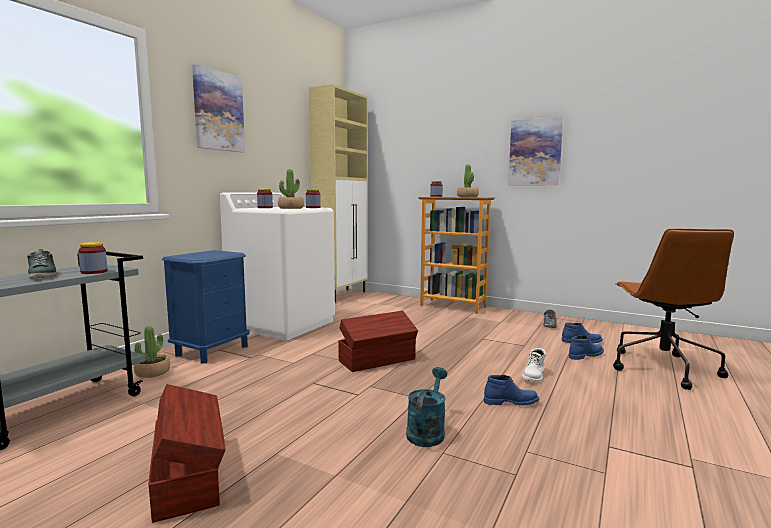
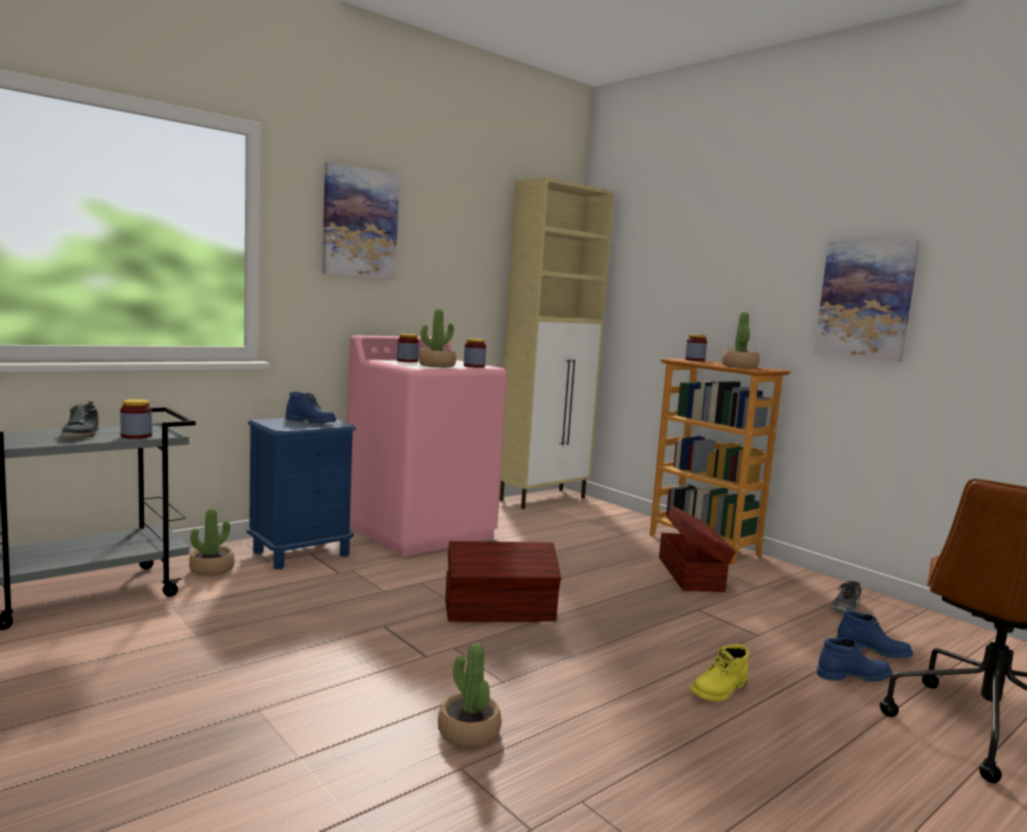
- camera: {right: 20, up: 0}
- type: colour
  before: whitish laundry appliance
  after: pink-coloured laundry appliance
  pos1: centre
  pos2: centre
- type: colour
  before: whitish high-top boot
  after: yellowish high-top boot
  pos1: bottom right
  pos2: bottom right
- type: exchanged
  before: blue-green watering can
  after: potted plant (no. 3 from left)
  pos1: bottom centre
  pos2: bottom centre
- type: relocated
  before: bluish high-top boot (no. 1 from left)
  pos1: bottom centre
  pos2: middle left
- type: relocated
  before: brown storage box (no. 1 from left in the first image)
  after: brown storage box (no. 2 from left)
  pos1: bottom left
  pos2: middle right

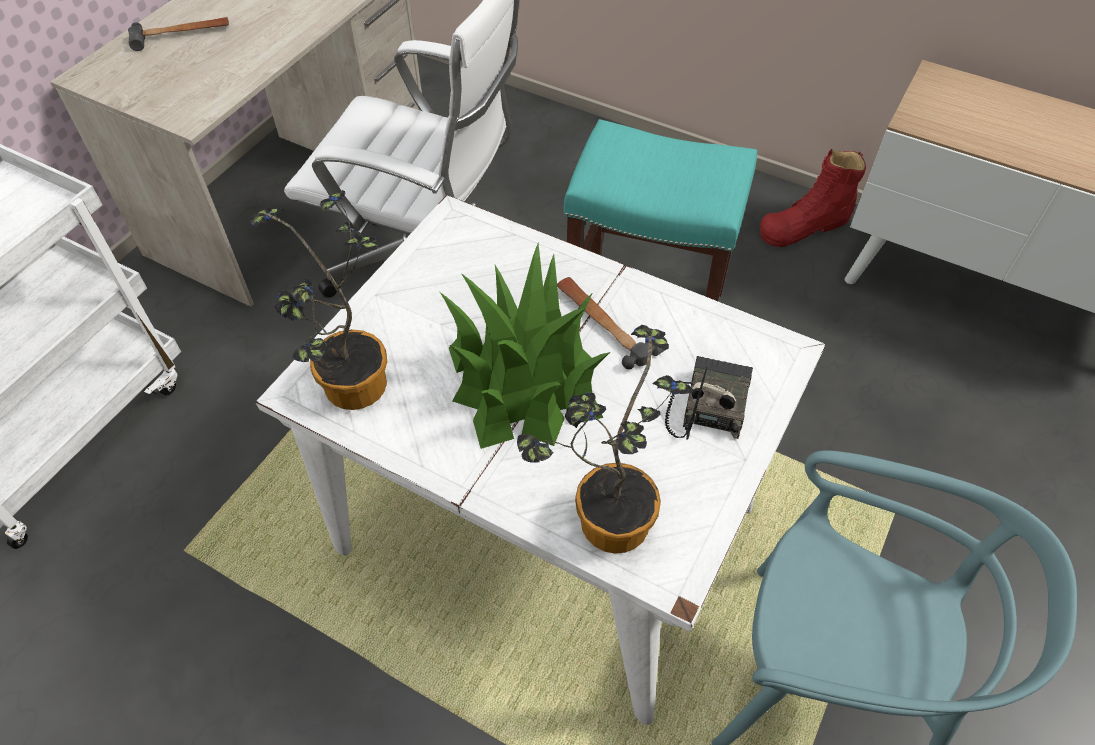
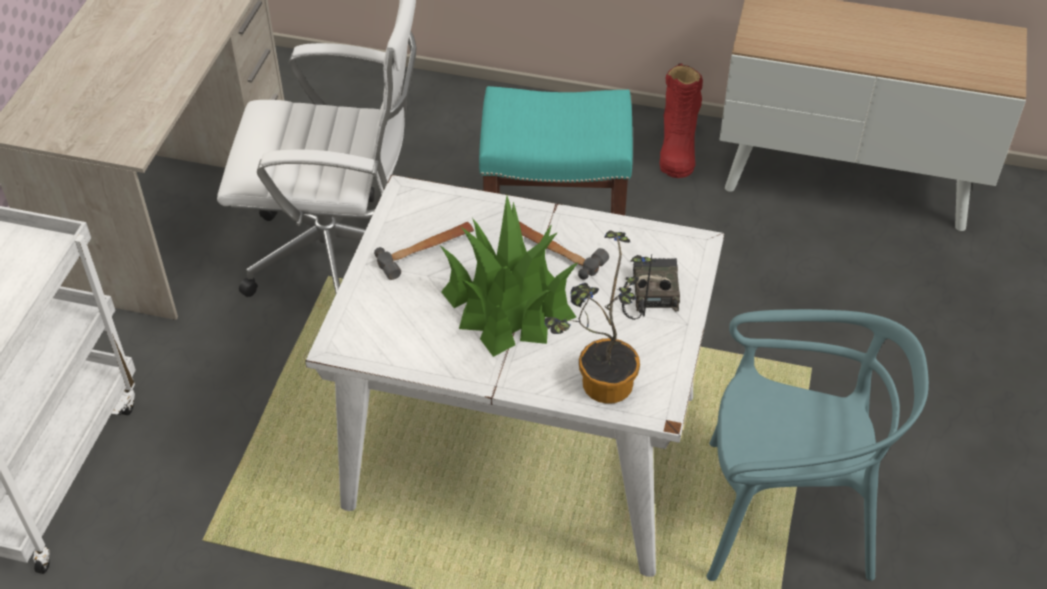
- camera: {right: -15, up: -5}
- type: relocated
  before: tool hammer (no. 1 from left)
  pos1: top left
  pos2: centre
- type: spun
  before: reddish high-top boot
  pos1: top right
  pos2: top centre
  turn: -45
- type: missing
  before: potted plant (no. 1 from left)
  pos1: middle left

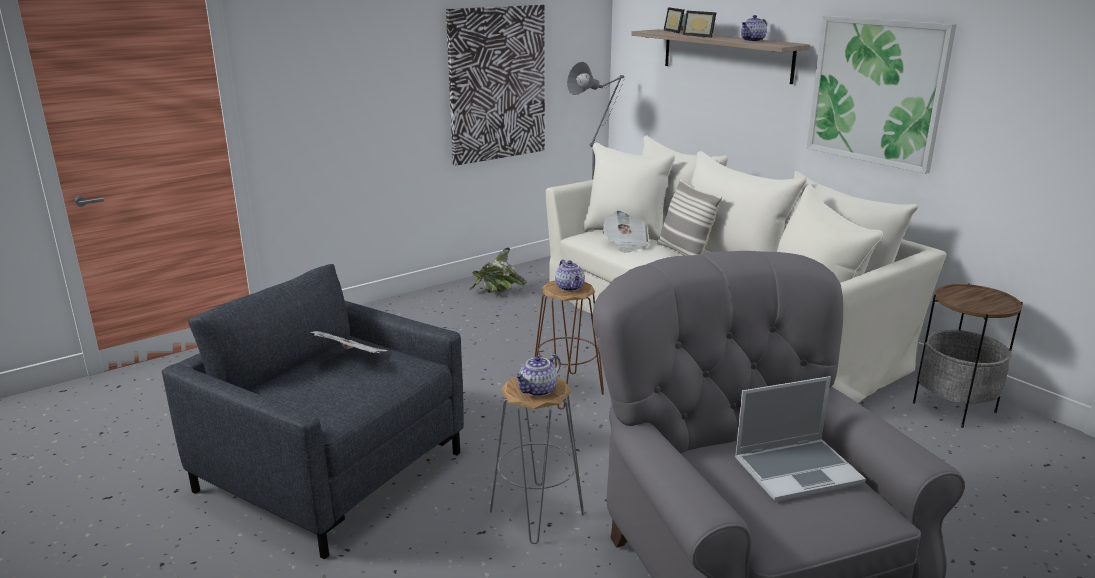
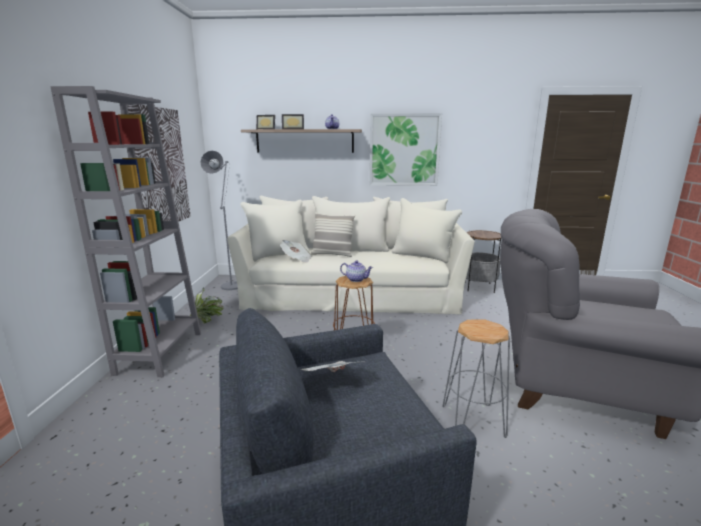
- camera: {right: -50, up: -5}
- type: missing
  before: pot for tea (no. 1 from left)
  pos1: centre
- type: missing
  before: portable computer
  pos1: bottom right
- type: appeared
  after: greyish bookcase
  pos2: middle left

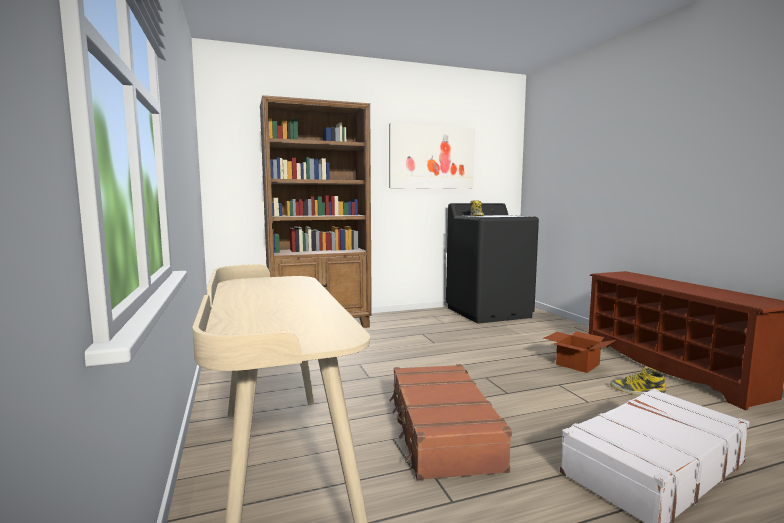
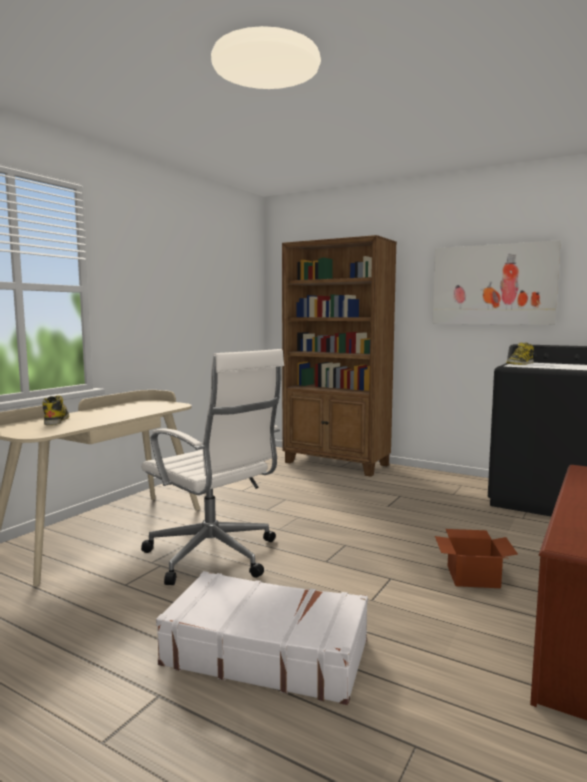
- camera: {right: 50, up: 0}
- type: exchanged
  before: brown travel case
  after: whitish desk chair
  pos1: bottom centre
  pos2: centre
- type: relocated
  before: high-top boot (no. 2 from left in the first image)
  after: high-top boot (no. 1 from left)
  pos1: bottom right
  pos2: middle left

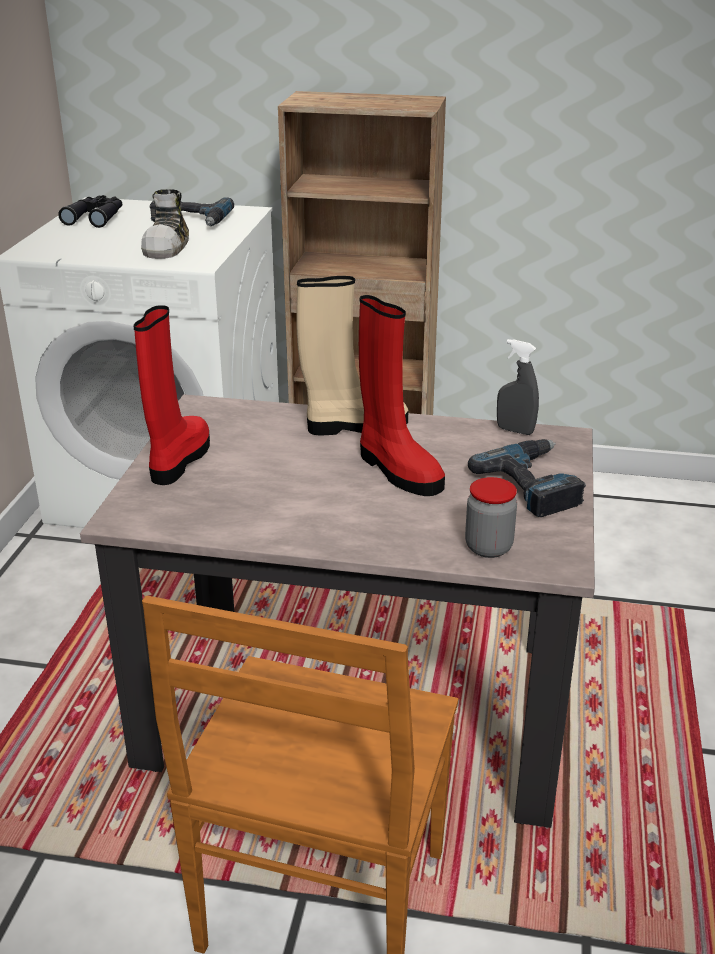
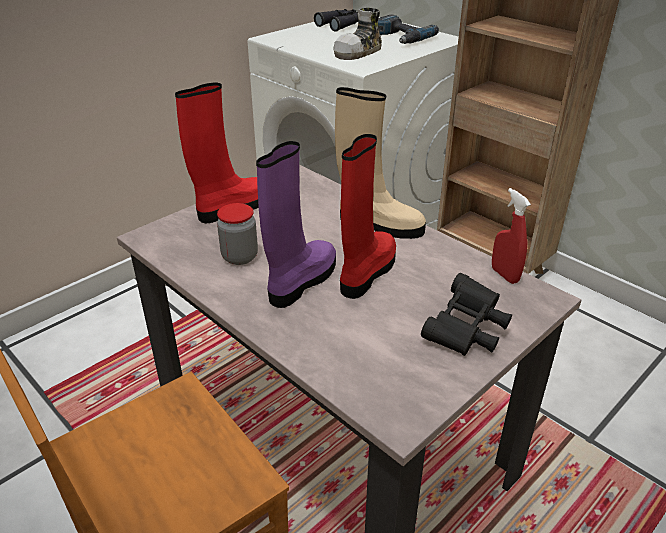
- camera: {right: 35, up: 5}
- type: spun
  before: reddish high-top boot (no. 2 from left)
  pos1: centre
  pos2: centre
  turn: -150
- type: colour
  before: greyish spray bottle
  after: reddish spray bottle
  pos1: middle right
  pos2: middle right
- type: exchanged
  before: electric drill (no. 2 from left)
  after: black pair of binoculars (no. 2 from left)
  pos1: middle right
  pos2: middle right
- type: relocated
  before: storage jar
  pos1: middle right
  pos2: centre
- type: appeared
  after: purplish high-top boot
  pos2: centre

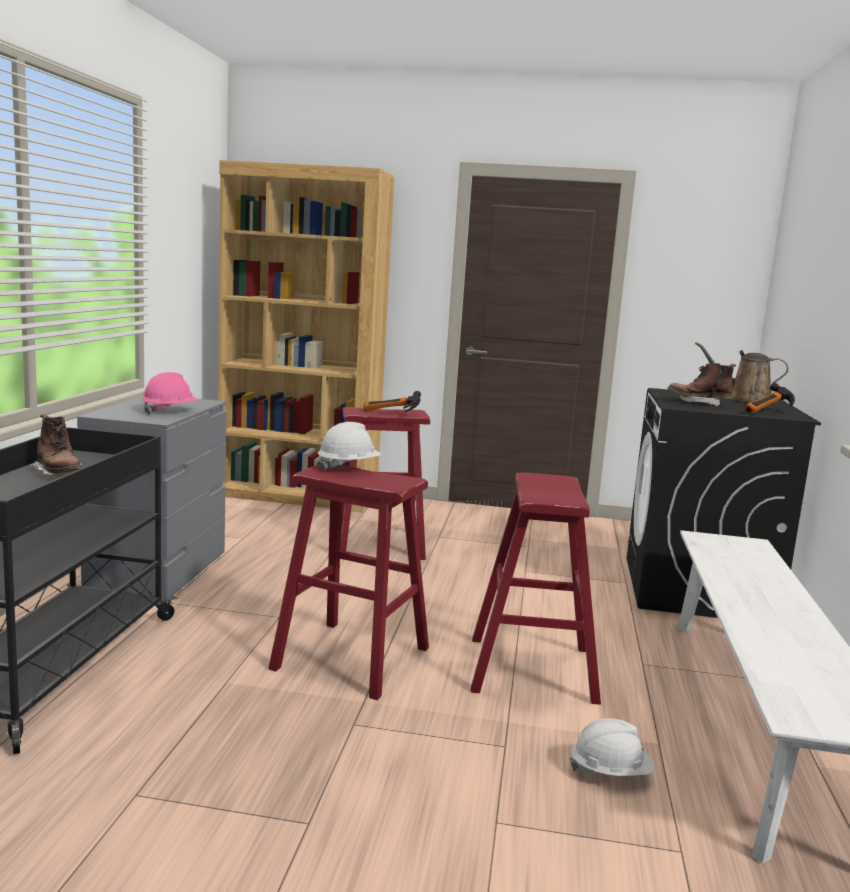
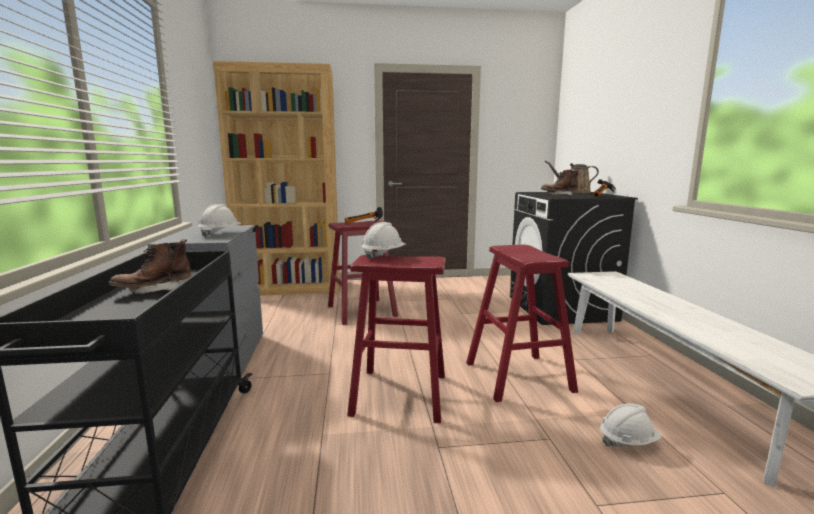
- camera: {right: -15, up: 0}
- type: colour
  before: pink-coloured work helmet
  after: whitish work helmet (no. 1 from left)
  pos1: middle left
  pos2: middle left
- type: spun
  before: brown high-top boot (no. 1 from left)
  pos1: middle left
  pos2: middle left
  turn: 105

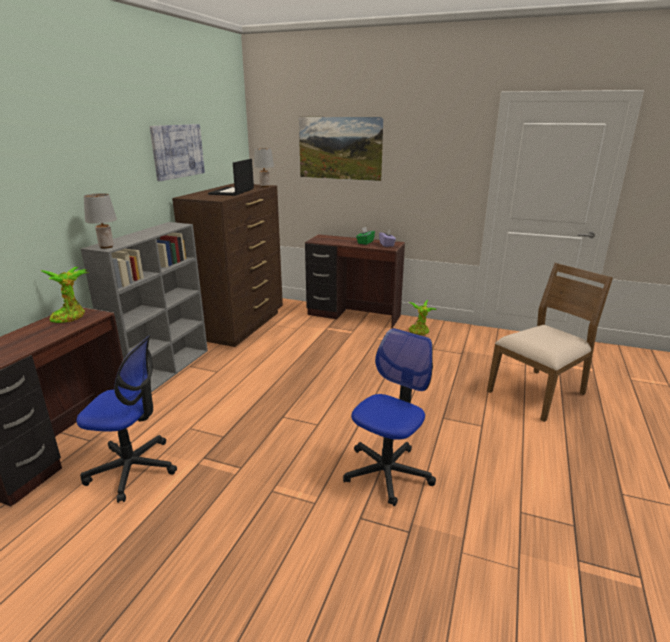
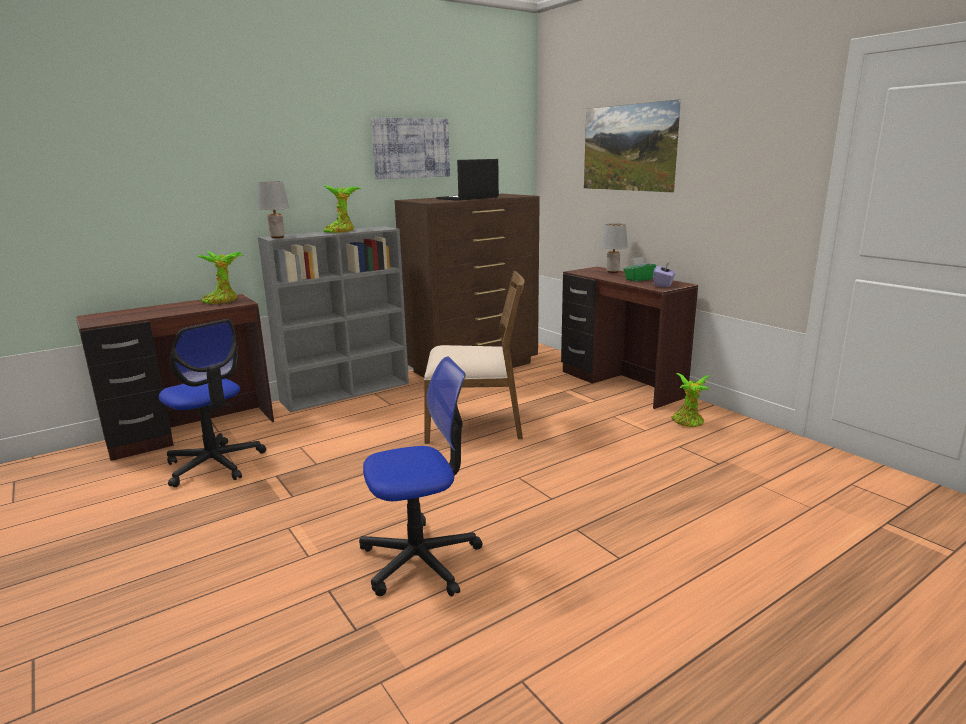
- camera: {right: 35, up: -5}
- type: relocated
  before: greyish lamp for a table (no. 2 from left)
  pos1: top centre
  pos2: centre
- type: relocated
  before: brown upright chair
  pos1: middle right
  pos2: centre
- type: appeared
  after: potted plant (no. 2 from left)
  pos2: top centre

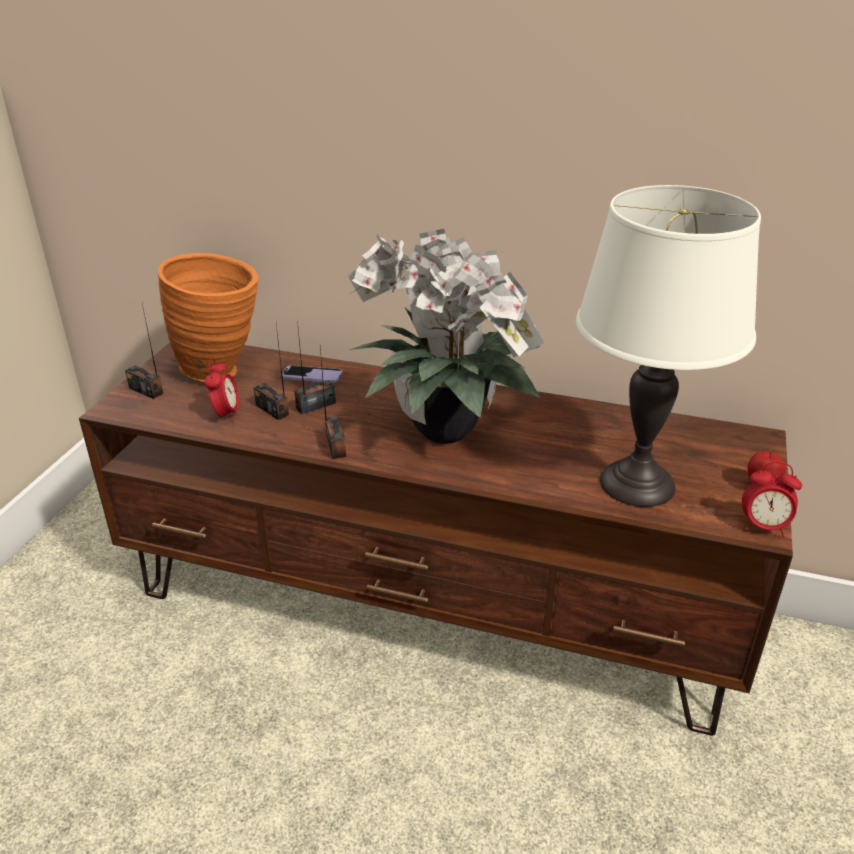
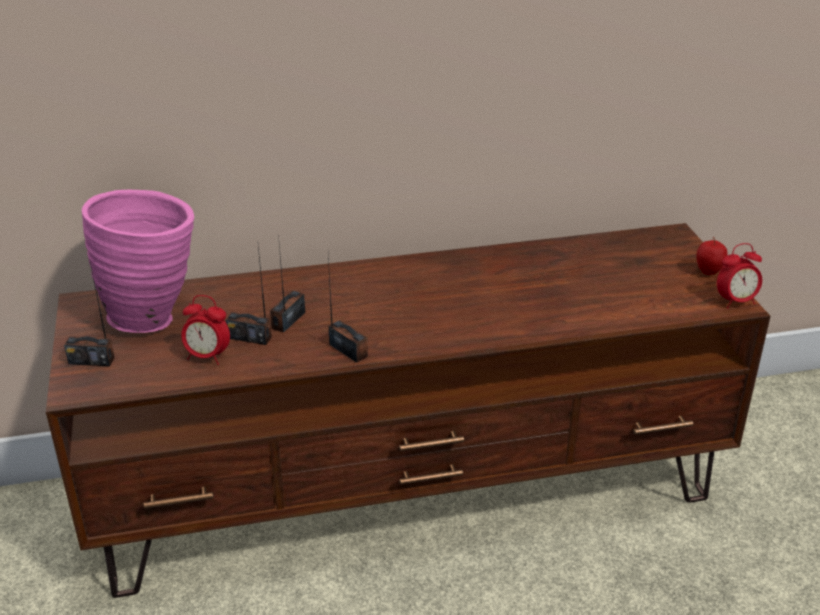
- camera: {right: -30, up: 0}
- type: missing
  before: whitish lamp for a table
  pos1: middle right
- type: missing
  before: potted plant
  pos1: centre
- type: colour
  before: orange flower vase
  after: pink-coloured flower vase
  pos1: middle left
  pos2: middle left
- type: spun
  before: bedside clock (no. 1 from left)
  pos1: middle left
  pos2: middle left
  turn: 135
- type: missing
  before: telephone
  pos1: centre

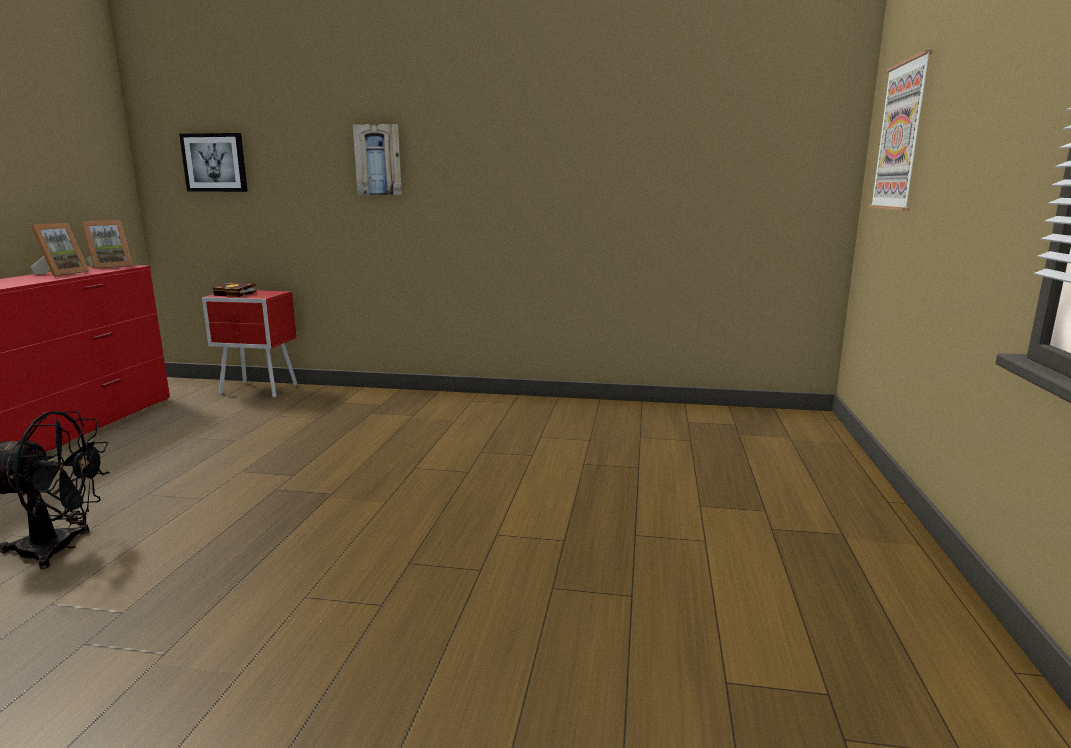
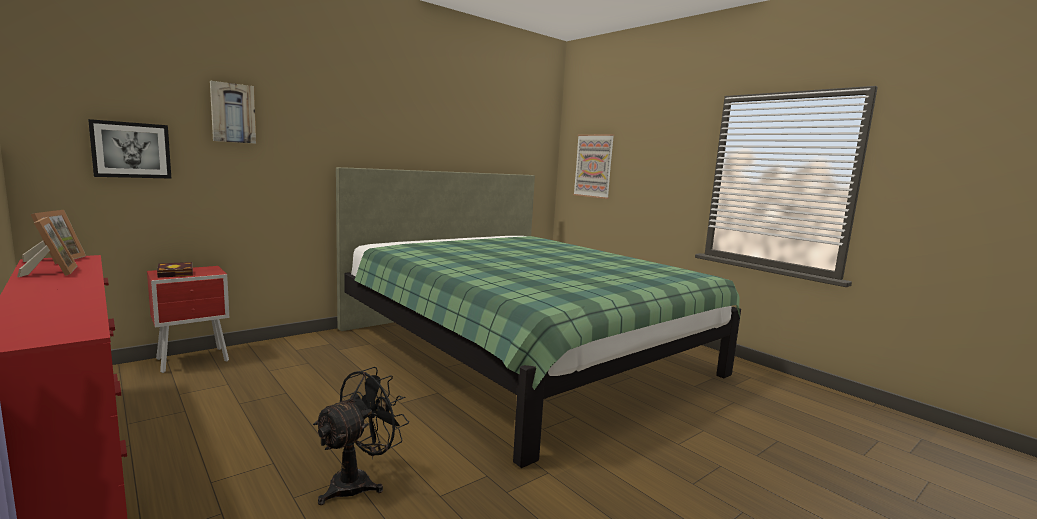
- camera: {right: -50, up: -5}
- type: relocated
  before: wall picture (no. 2 from left)
  pos1: top centre
  pos2: top left
- type: appeared
  after: green-coloured bed
  pos2: centre

